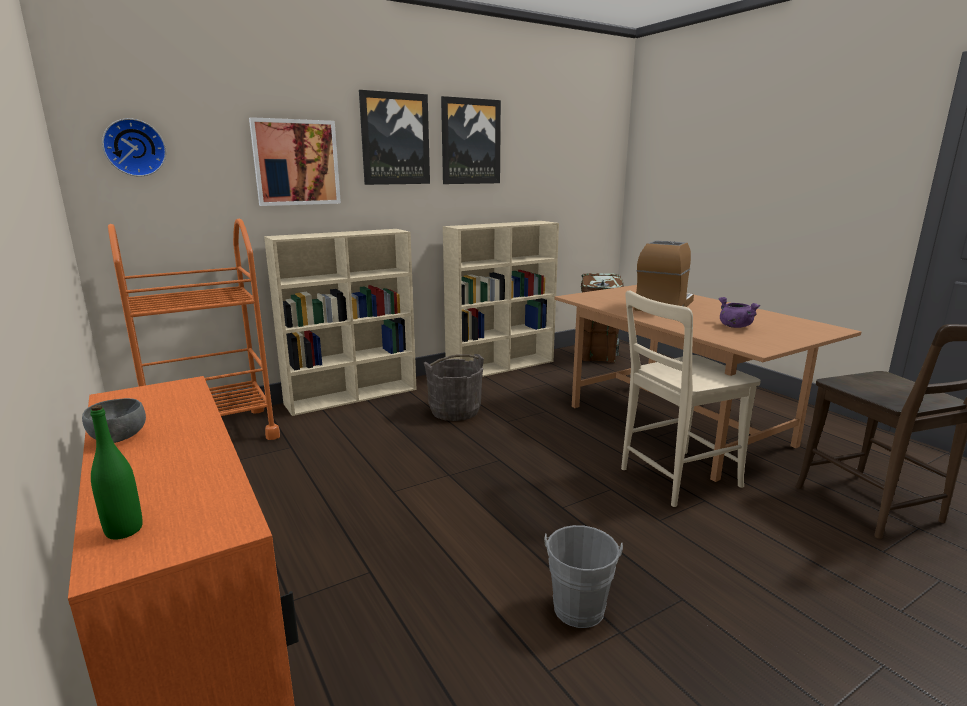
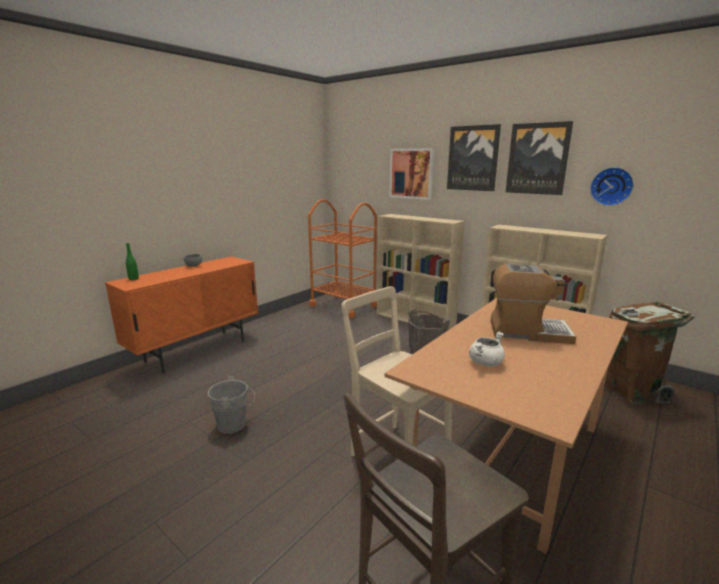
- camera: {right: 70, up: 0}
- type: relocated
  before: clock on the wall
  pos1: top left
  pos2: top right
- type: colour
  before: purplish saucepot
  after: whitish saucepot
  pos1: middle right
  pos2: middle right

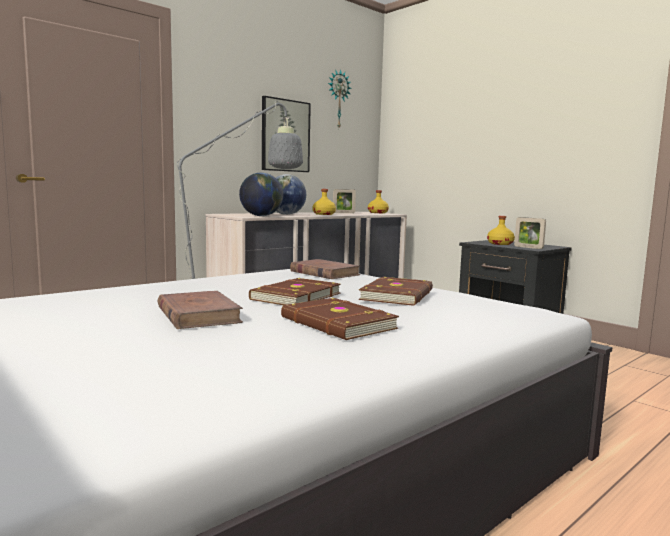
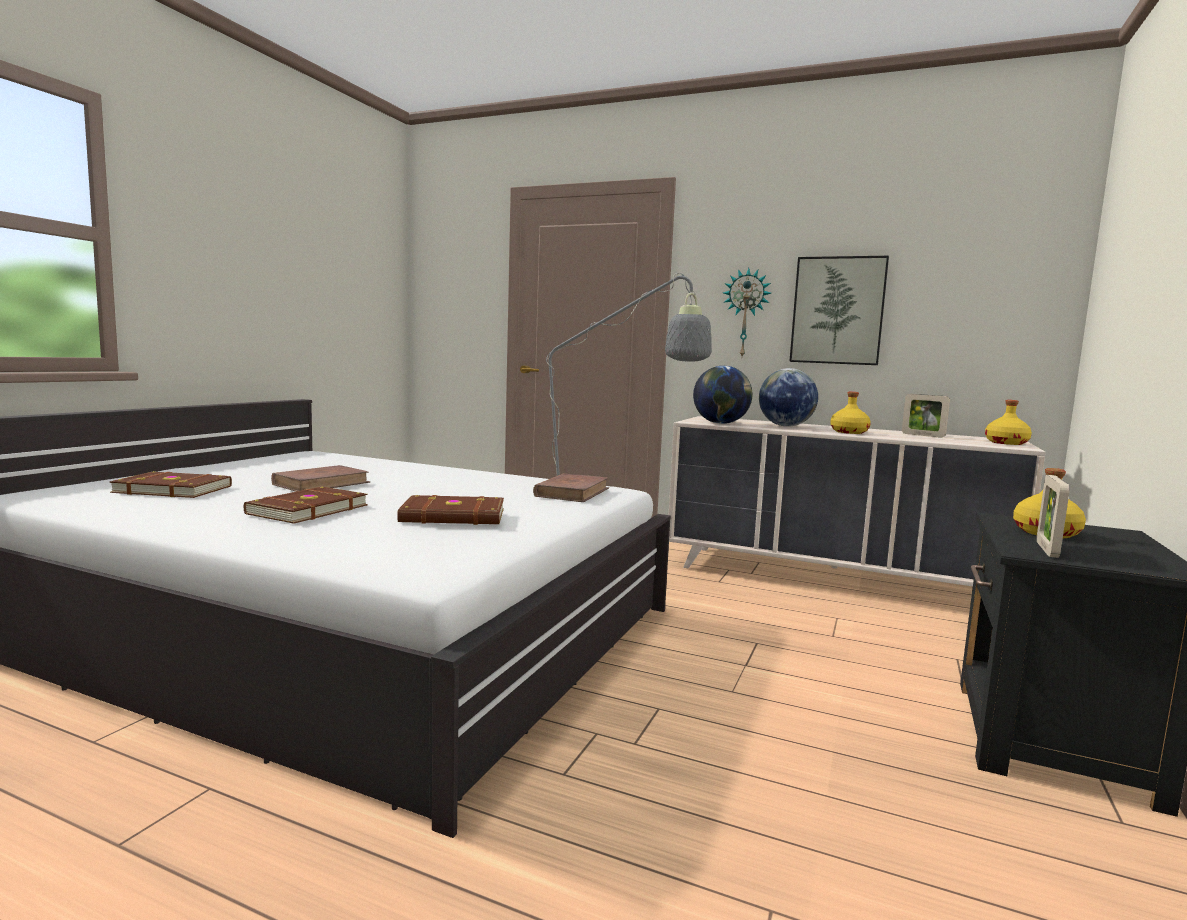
- camera: {right: 65, up: 0}
- type: relocated
  before: clock on the wall
  pos1: top centre
  pos2: centre
- type: relocated
  before: brown book (no. 2 from left in the first image)
  after: brown book (no. 1 from left)
  pos1: centre
  pos2: middle left

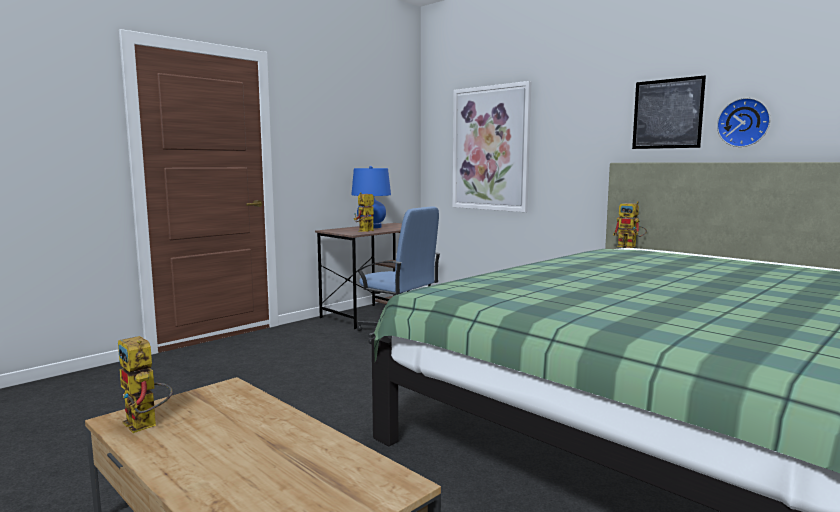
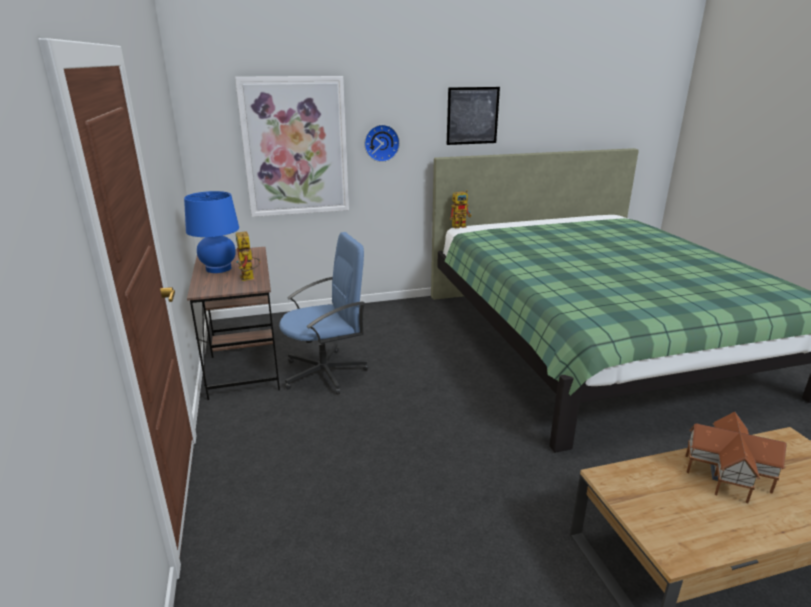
- camera: {right: -60, up: 15}
- type: relocated
  before: clock on the wall
  pos1: top right
  pos2: top centre
- type: missing
  before: robot figure (no. 1 from left)
  pos1: bottom left
- type: appeared
  after: toy house
  pos2: bottom right

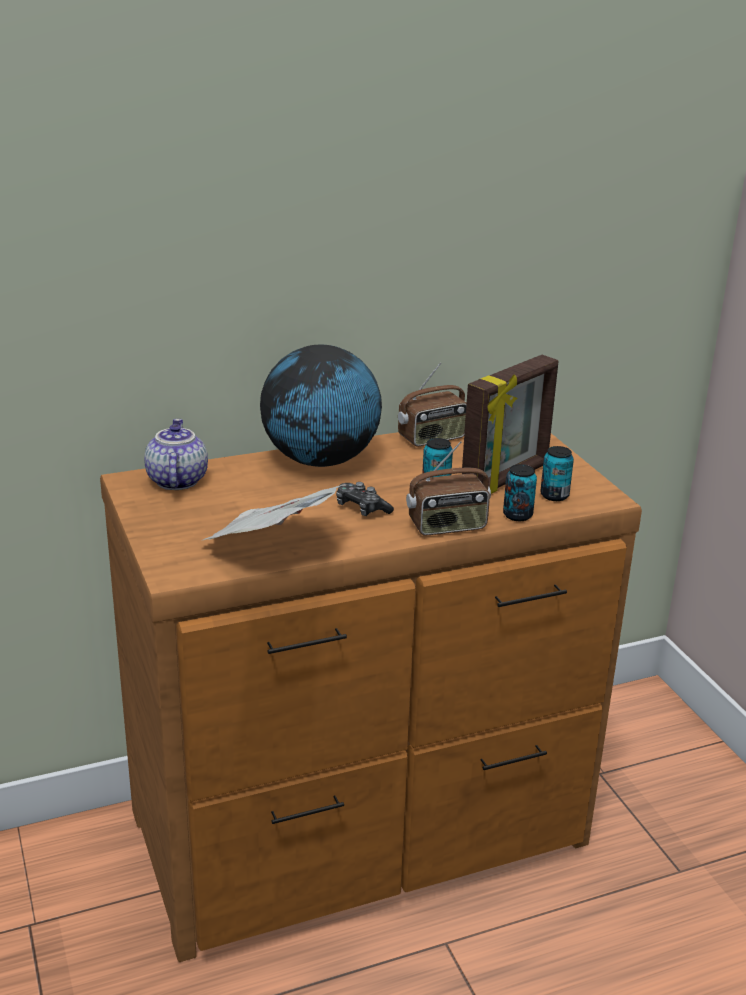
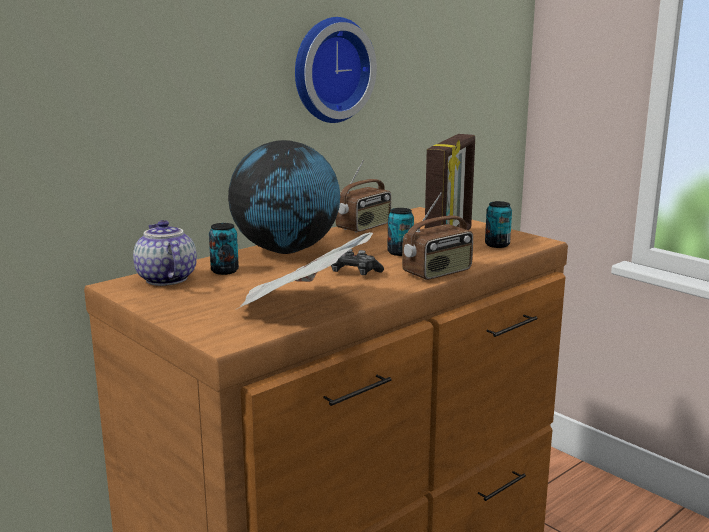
- camera: {right: -20, up: -10}
- type: relocated
  before: metal can (no. 2 from left in the first image)
  after: metal can (no. 1 from left)
  pos1: middle right
  pos2: middle left
- type: appeared
  after: clock on the wall
  pos2: top centre

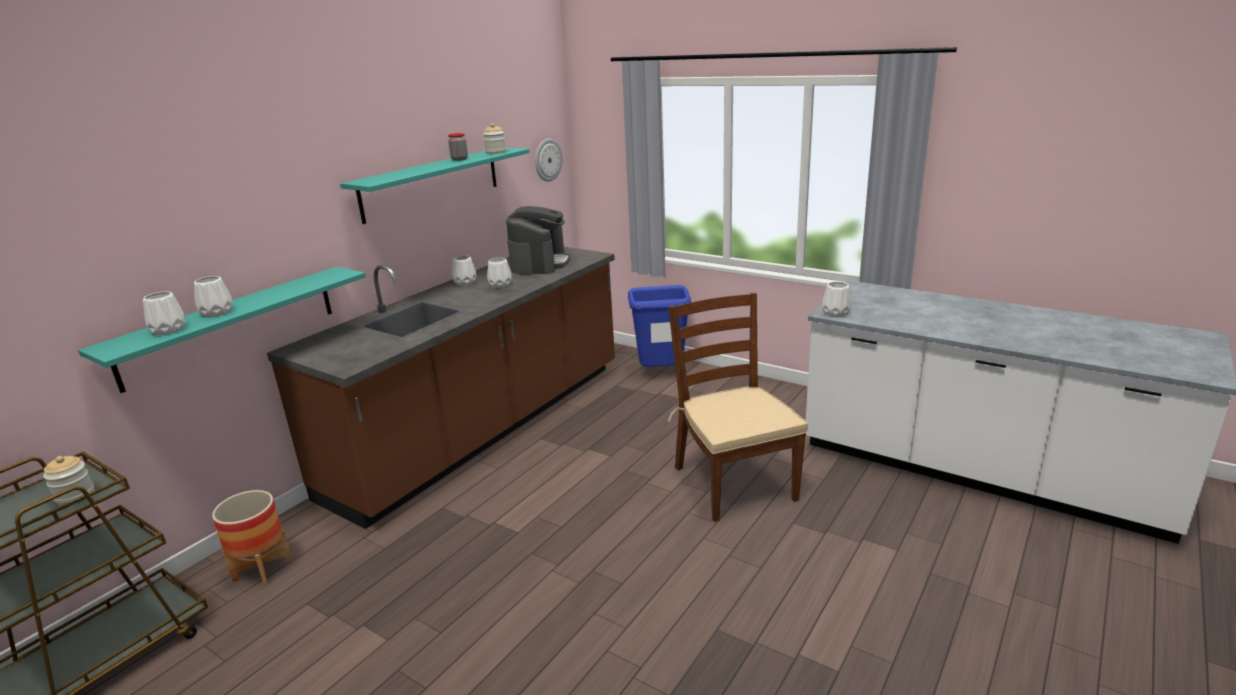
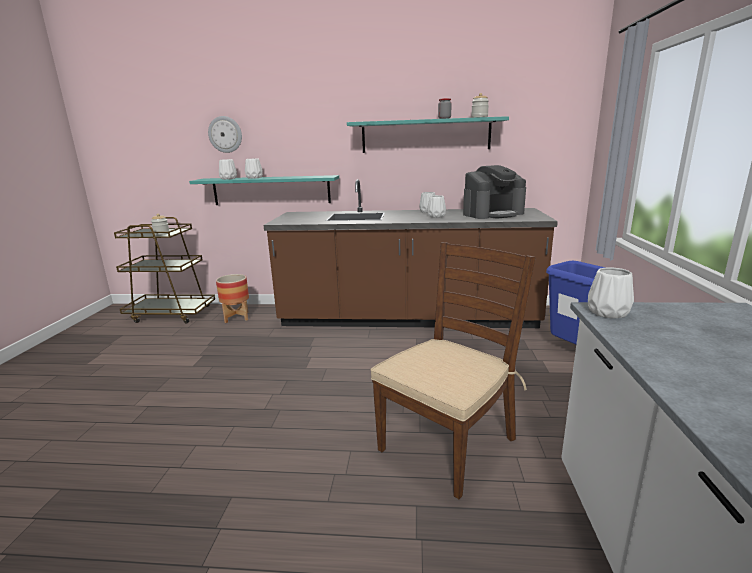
- camera: {right: 60, up: -5}
- type: relocated
  before: clock on the wall
  pos1: top centre
  pos2: top left

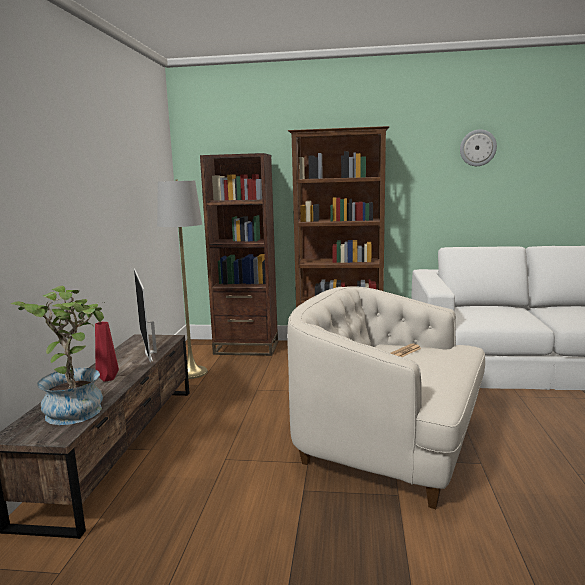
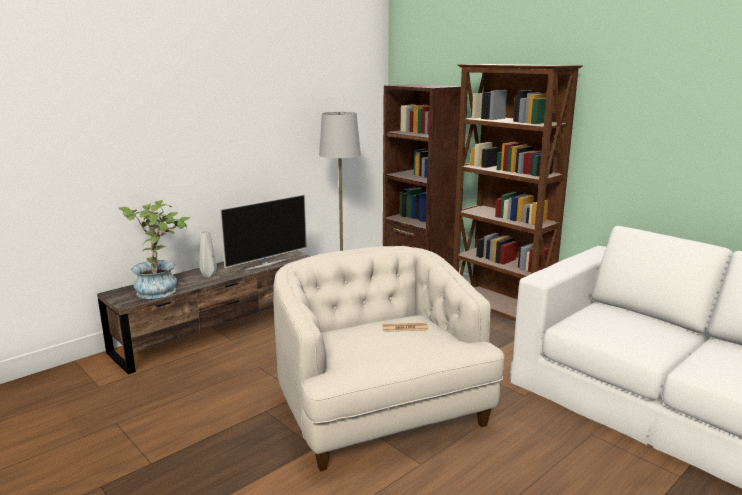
- camera: {right: 40, up: 5}
- type: missing
  before: clock on the wall
  pos1: top right
- type: spun
  before: TV set
  pos1: middle left
  pos2: centre
  turn: -150
- type: colour
  before: reddish flower vase
  after: greyish flower vase
  pos1: middle left
  pos2: middle left

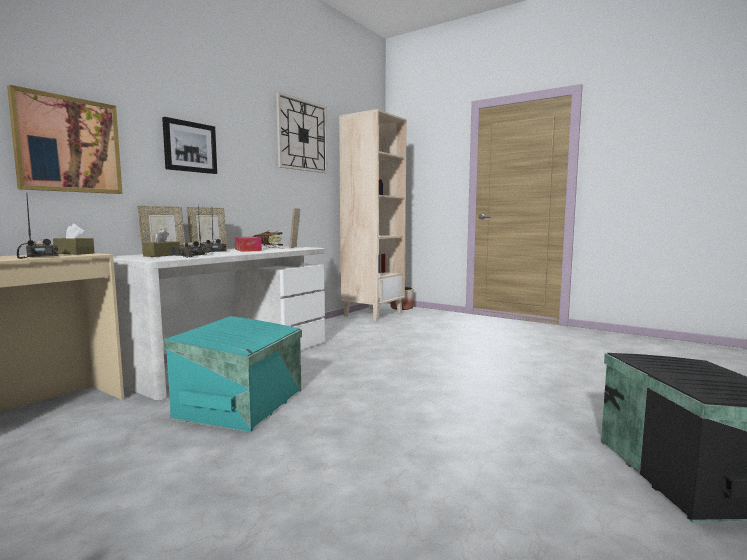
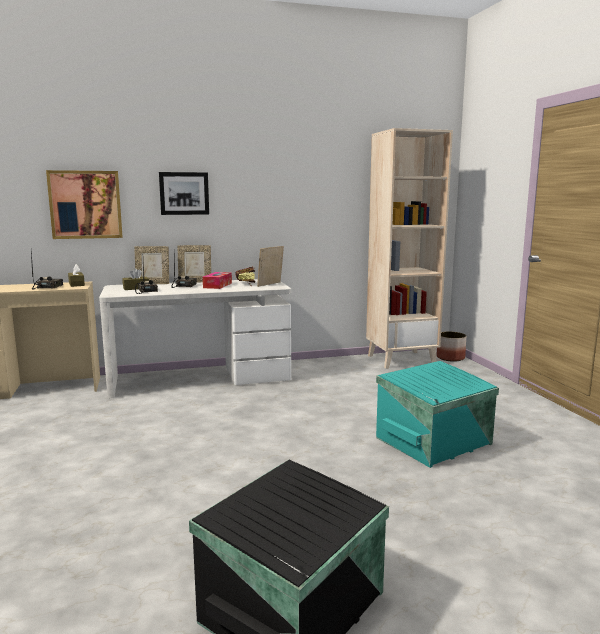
- camera: {right: 40, up: 5}
- type: missing
  before: clock on the wall
  pos1: top centre
- type: relocated
  before: blue-green storage box
  pos1: bottom left
  pos2: middle right

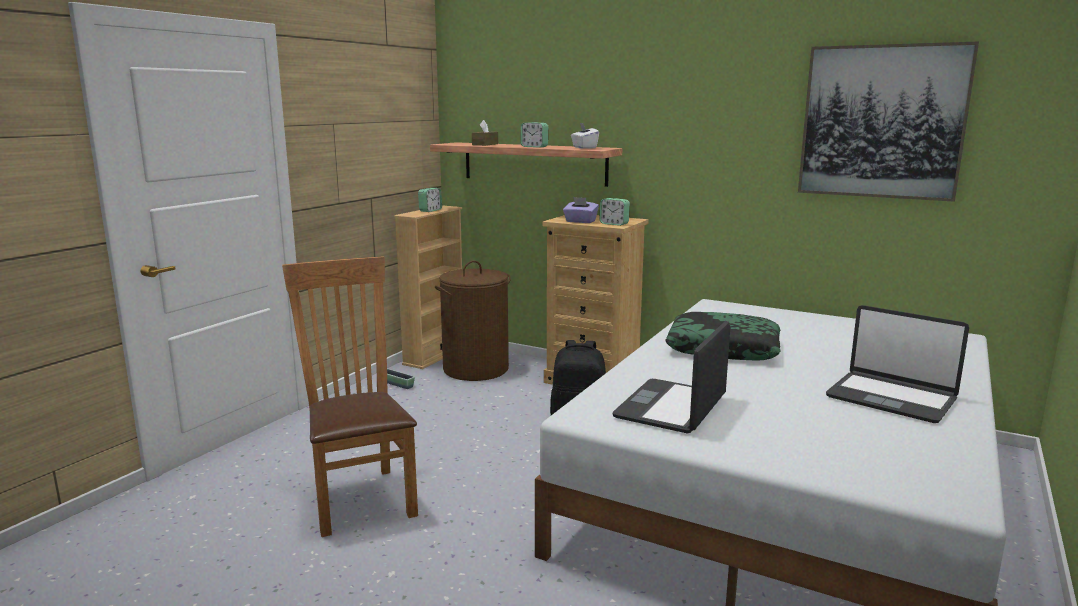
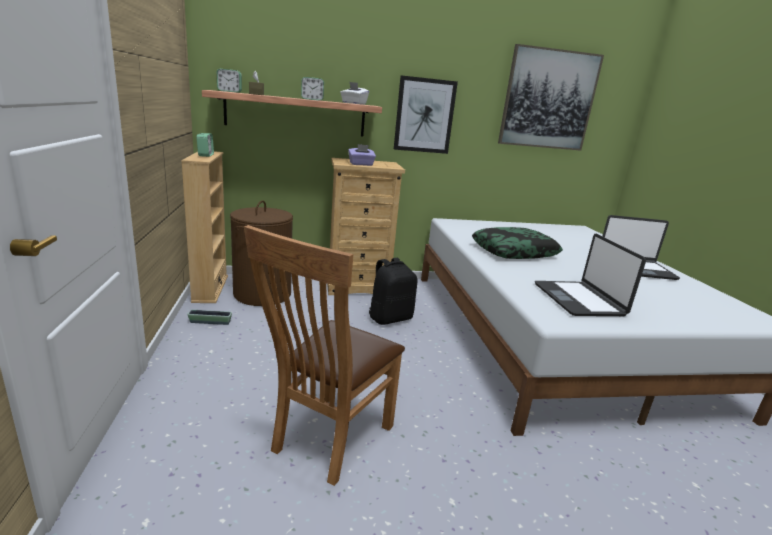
- camera: {right: -40, up: 5}
- type: relocated
  before: bedside clock (no. 3 from left in the first image)
  after: bedside clock (no. 2 from left)
  pos1: centre
  pos2: top left
- type: spun
  before: brown upright chair
  pos1: middle left
  pos2: centre
  turn: -90
- type: appeared
  after: wall picture (no. 1 from left)
  pos2: top centre

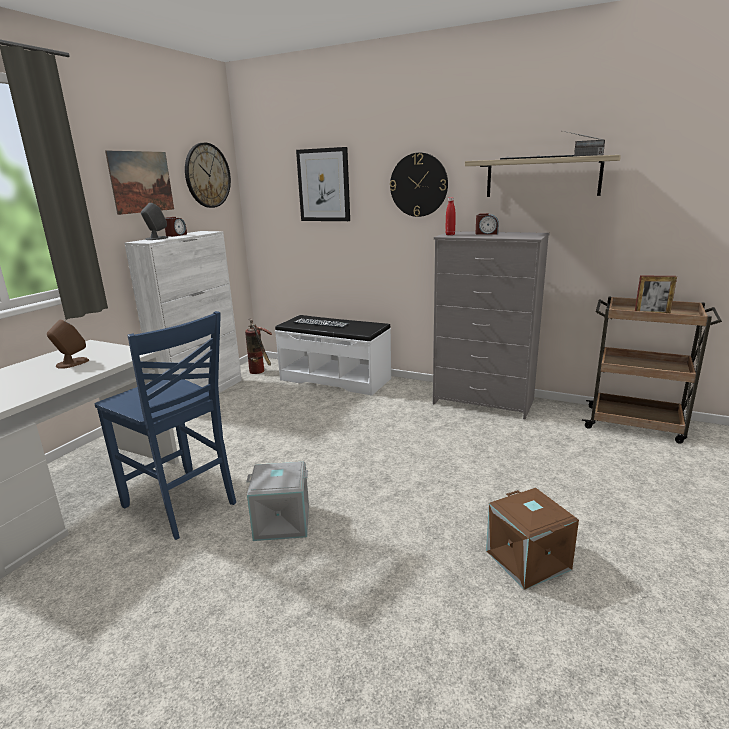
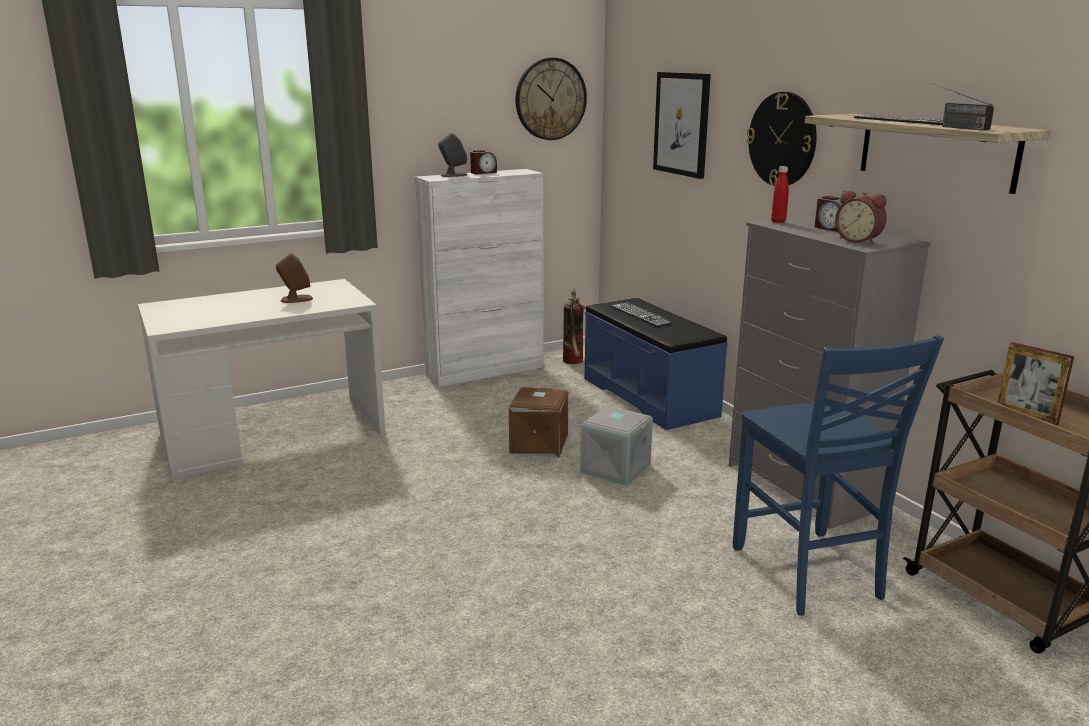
- camera: {right: 35, up: 0}
- type: missing
  before: wall picture (no. 1 from left)
  pos1: top left
- type: relocated
  before: bluish upright chair
  pos1: middle left
  pos2: middle right
- type: colour
  before: whitish indoor bench
  after: bluish indoor bench
  pos1: centre
  pos2: centre
- type: relocated
  before: greyish storage box
  pos1: bottom centre
  pos2: centre
- type: relocated
  before: brown storage box
  pos1: bottom right
  pos2: centre
- type: appeared
  after: bedside clock (no. 3 from left)
  pos2: top right

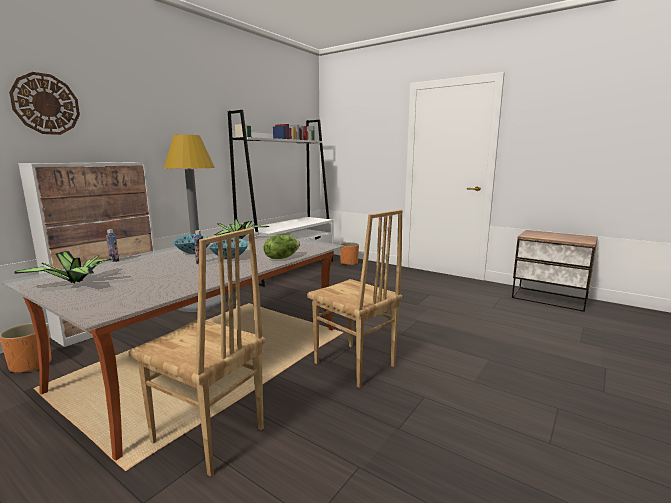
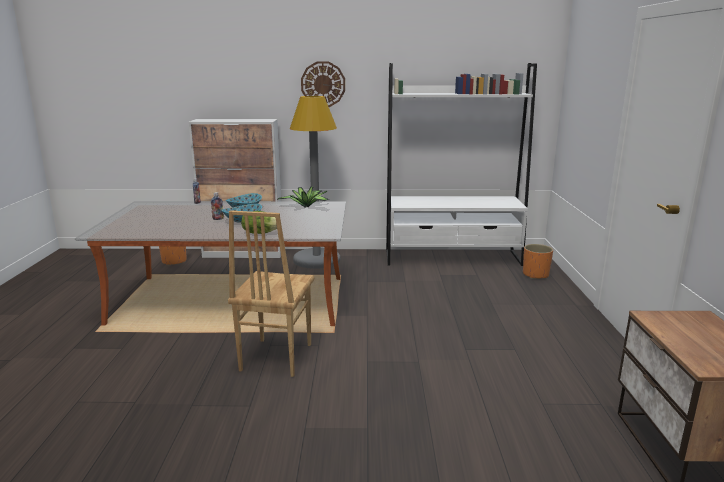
- camera: {right: 55, up: 5}
- type: relocated
  before: clock on the wall
  pos1: top left
  pos2: top centre
- type: missing
  before: brown upright chair (no. 1 from left)
  pos1: bottom left
- type: missing
  before: potted plant (no. 1 from left)
  pos1: middle left

